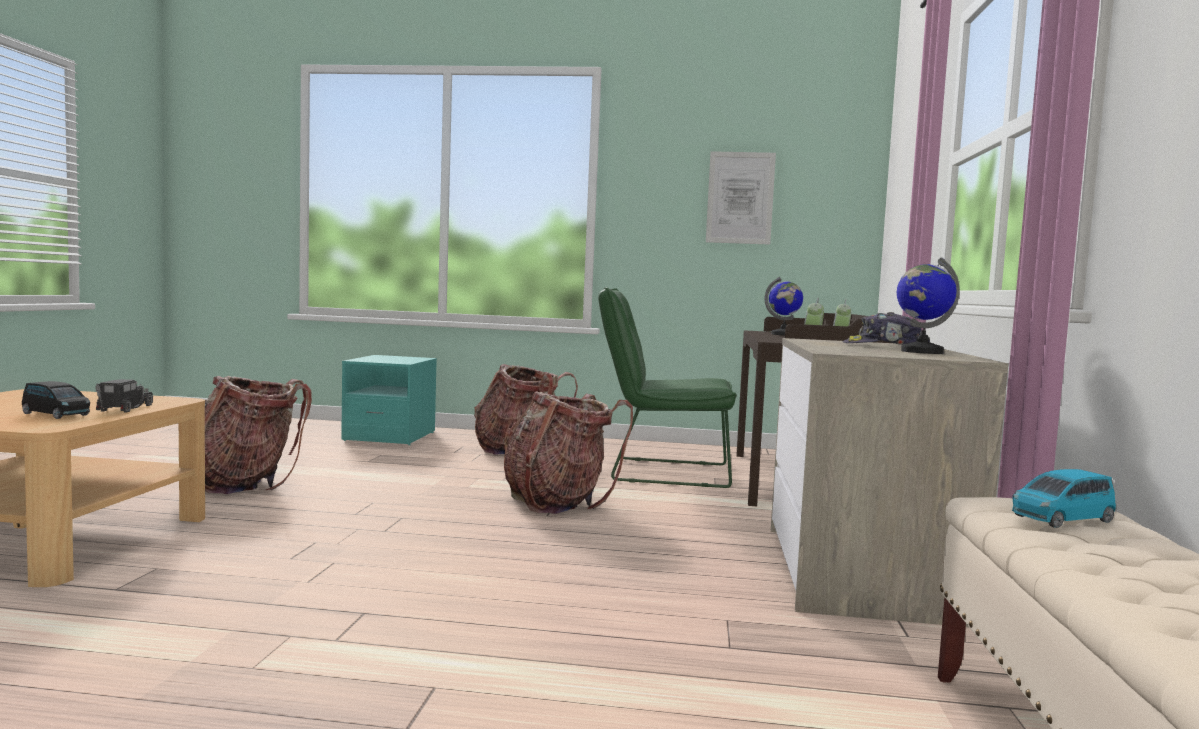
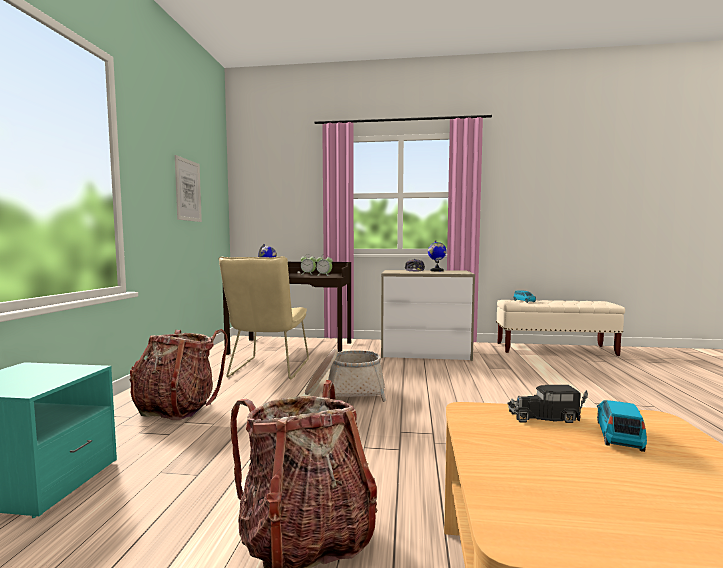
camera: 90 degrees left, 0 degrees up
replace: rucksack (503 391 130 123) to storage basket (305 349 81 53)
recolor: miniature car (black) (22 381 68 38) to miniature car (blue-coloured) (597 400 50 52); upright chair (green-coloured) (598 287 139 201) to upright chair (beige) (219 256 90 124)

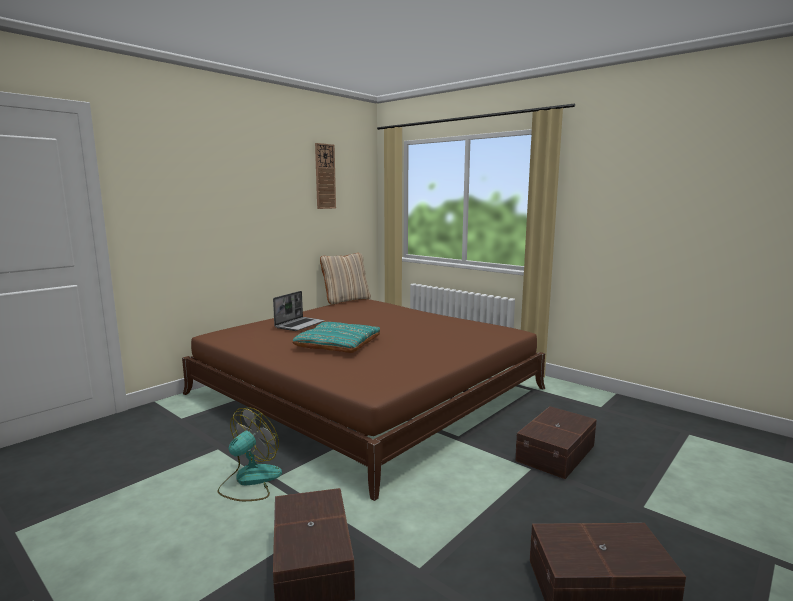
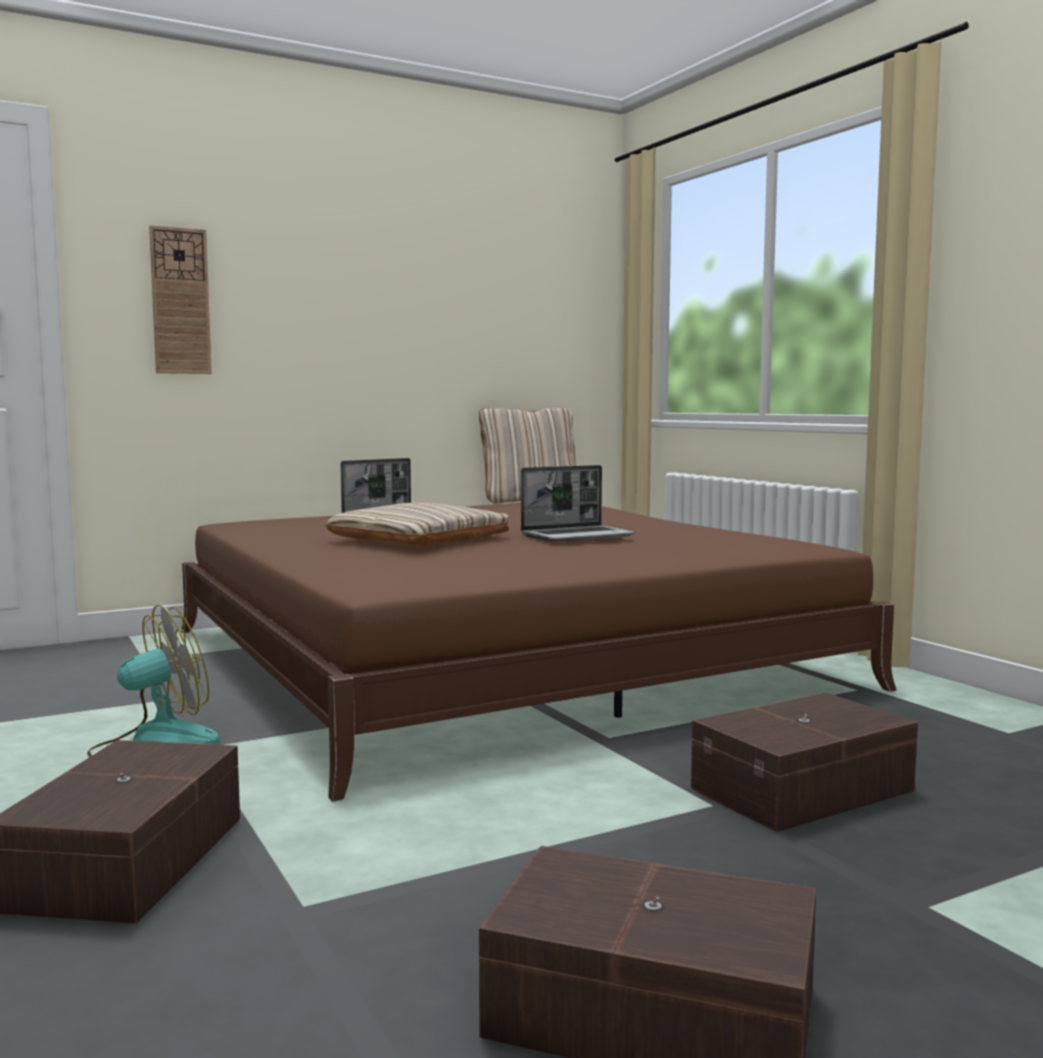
camera: 20 degrees right, 5 degrees down
insert: portable computer (521 465 114 77)
move: clock on the wall (315 143 21 66) to (149 225 63 149)
recolor: cushion (turquoise-coloured) (292 322 88 31) to cushion (beige) (325 502 184 45)

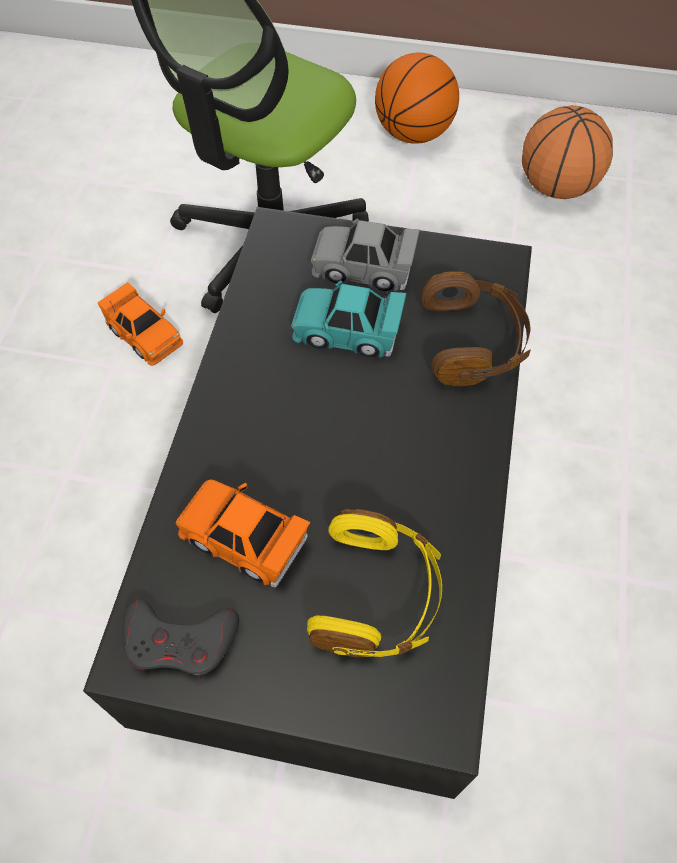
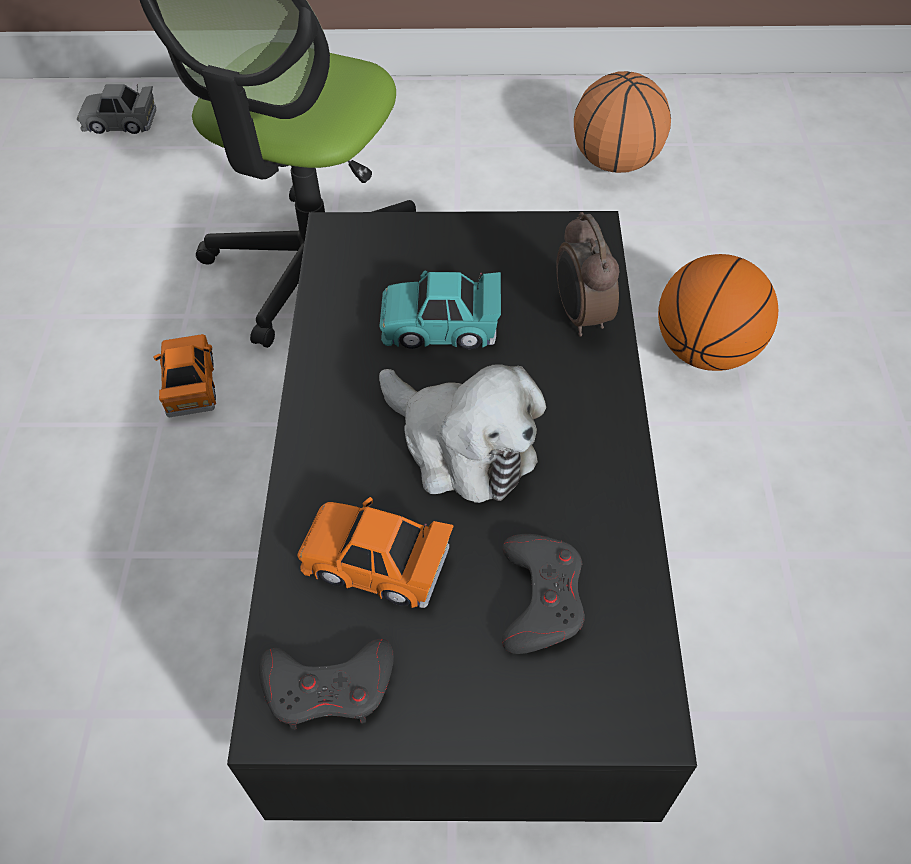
camera: 10 degrees left, 5 degrees down
insert: soft toy (379 364 167 139)
move: miniature car (greyish) (311 219 109 72) to (77 84 79 50); ball for basketball (375 53 84 91) to (658 254 120 117)
replace: headset (yellow-coloured) (307 509 135 148) to gamepad (greyish) (502 534 83 120); headset (brown-coloured) (421 272 109 114) to alarm clock (556 212 63 125)
rotate: miniature car (orange) (98 282 85 84) = (153 334 63 83) 135 degrees counterclockwise

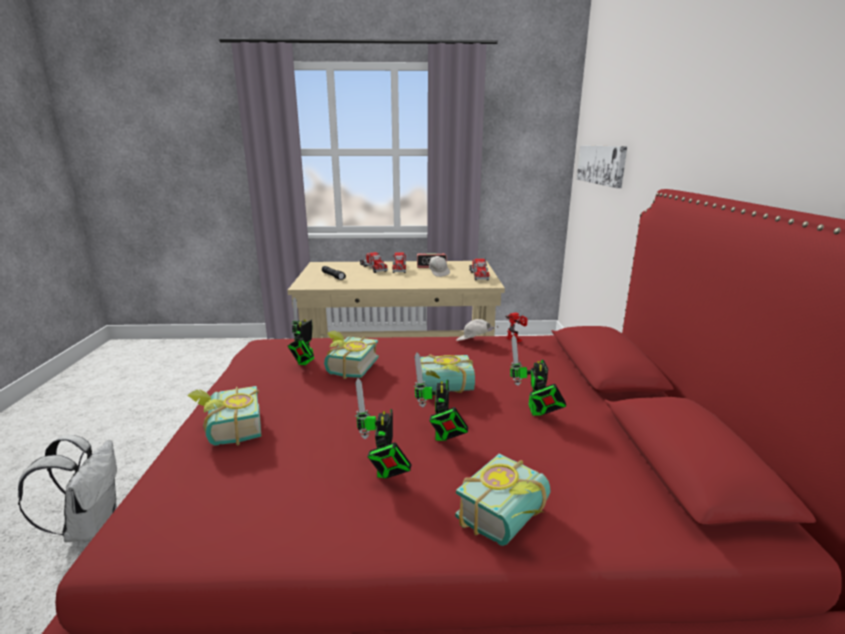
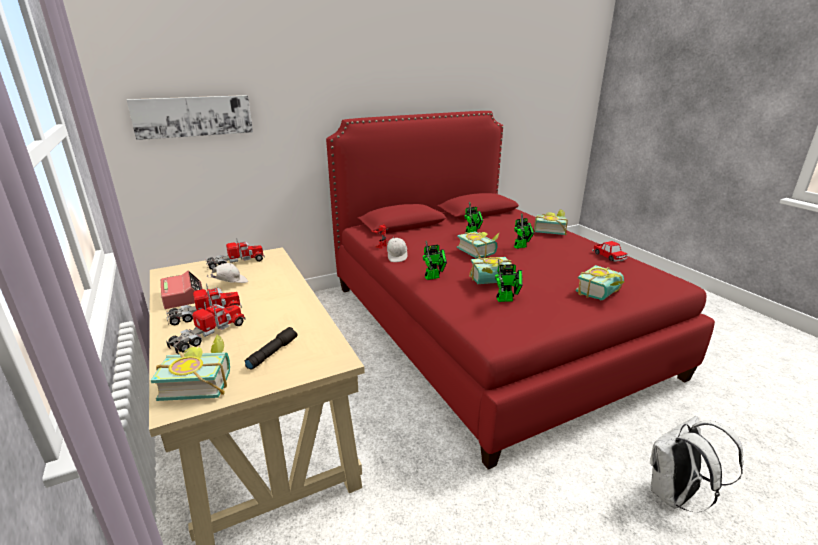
camera: 115 degrees left, 5 degrees up
insert: volume (151 335 79 66); miniature car (592 241 35 21)
move: robot figure (355 378 57 101) to (422 241 25 39)

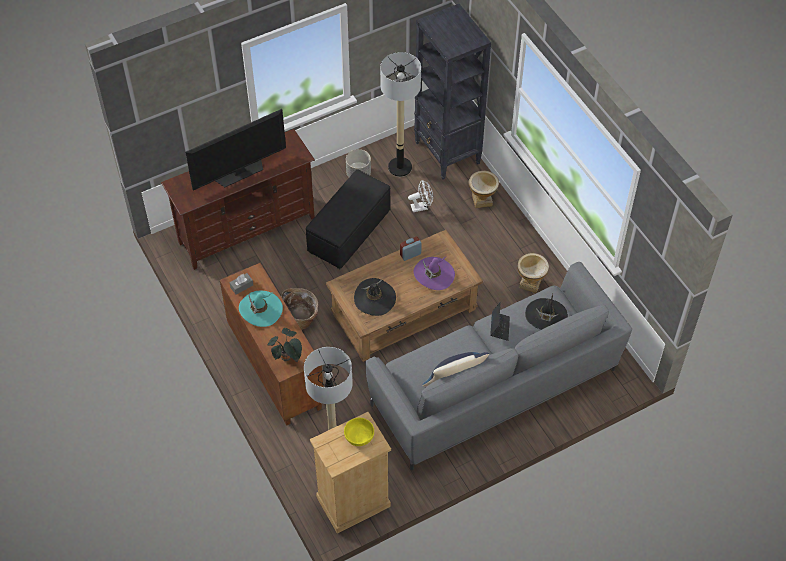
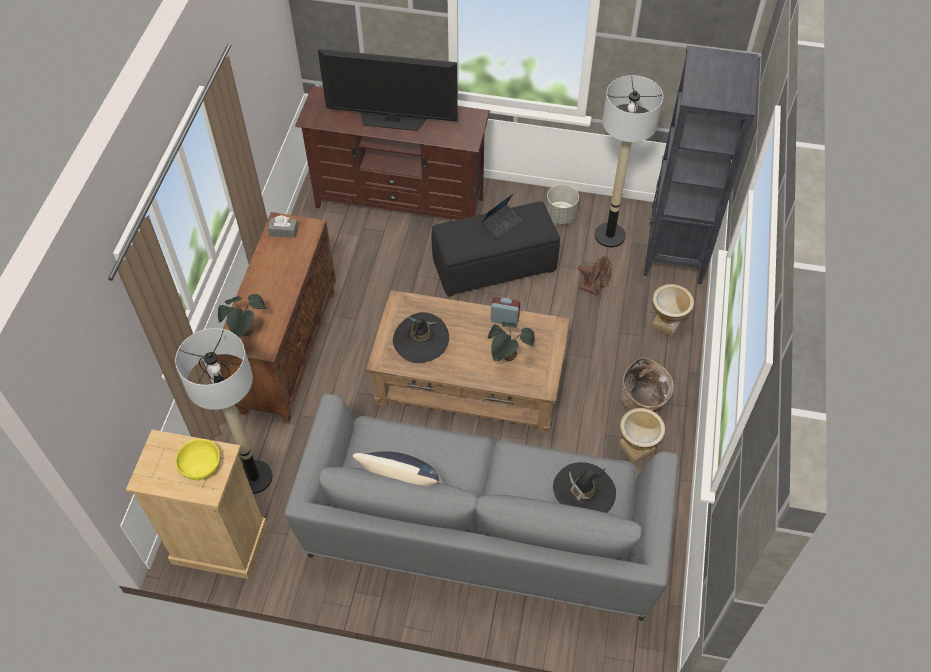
camera: 40 degrees right, 0 degrees up
delete: hat (turquoise-coloured) (239 291 44 36)
move: storage basket (281 288 37 42) to (621 357 53 55); portable computer (490 302 20 39) to (482 194 39 45)
replace: hat (purplish) (413 256 42 34) to plant in a pot (488 322 47 40)
recolor: electric fan (whitish) (408 180 25 32) to electric fan (brown-coloured) (578 255 34 41)

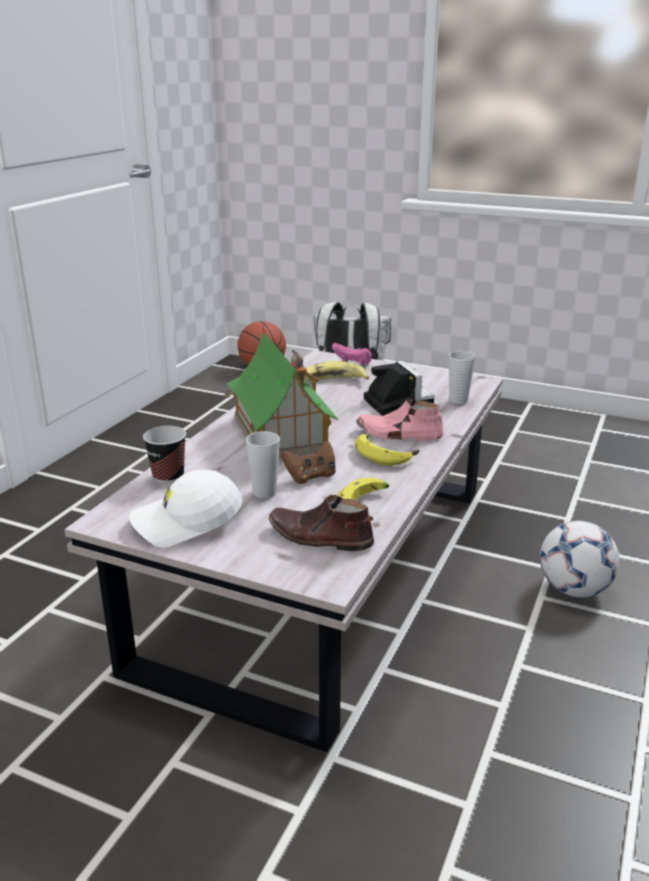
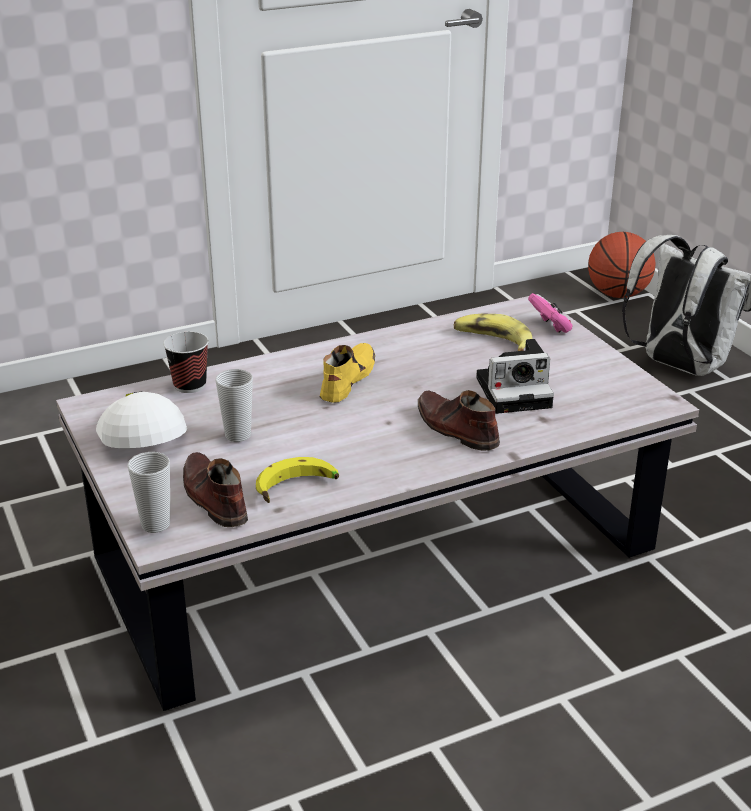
camera: 40 degrees right, 5 degrees up
delete: gamepad (brown-coloured) (281 440 55 44); banana fruit (354 434 65 32); football (540 521 80 76)
move: drinking cup (449 351 27 53) to (127 452 43 81)
replace: model house (220 325 118 134) to item of footwear (yellow-coloured) (320 343 55 60)
recolor: item of footwear (pink-coloured) (356 399 88 42) to item of footwear (brown-coloured) (418 390 82 61)
rotate: baseball cap (whitish) (129 470 113 78) = (96 392 91 56) 45 degrees clockwise; photo camera (364 361 71 55) = (476 339 78 75) 60 degrees clockwise

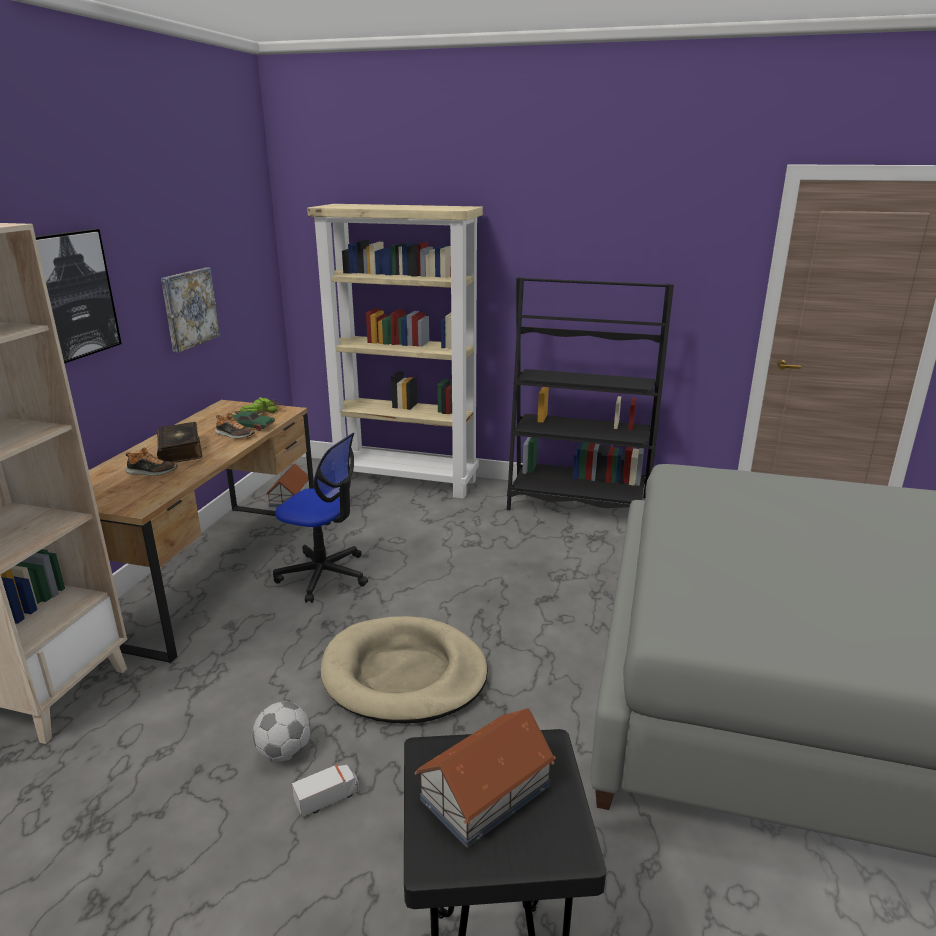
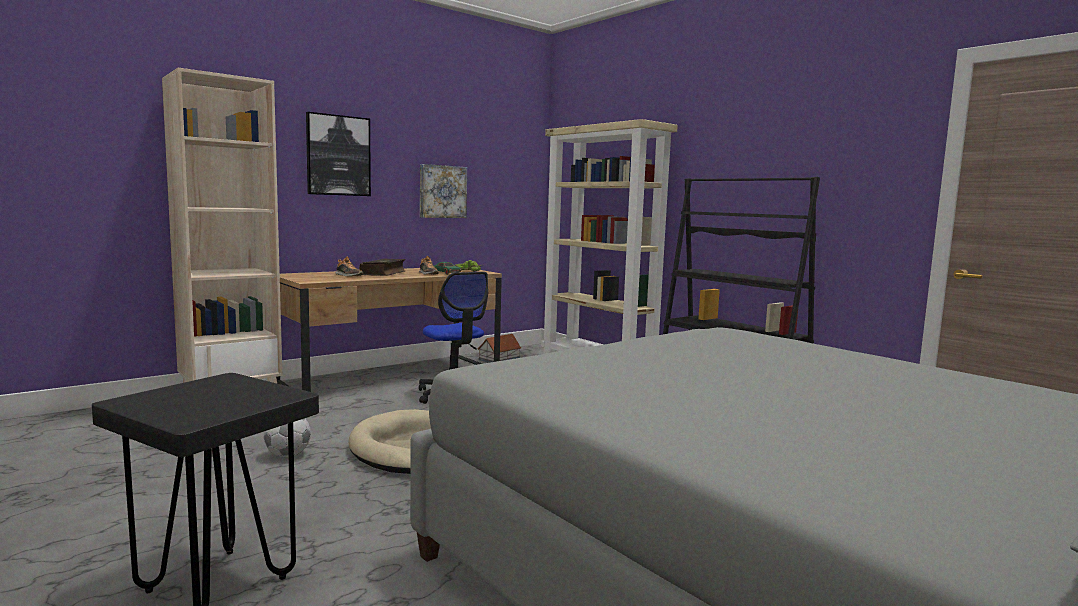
camera: 35 degrees right, 15 degrees down
delete: model truck (292 764 68 53); model house (414 708 142 140)

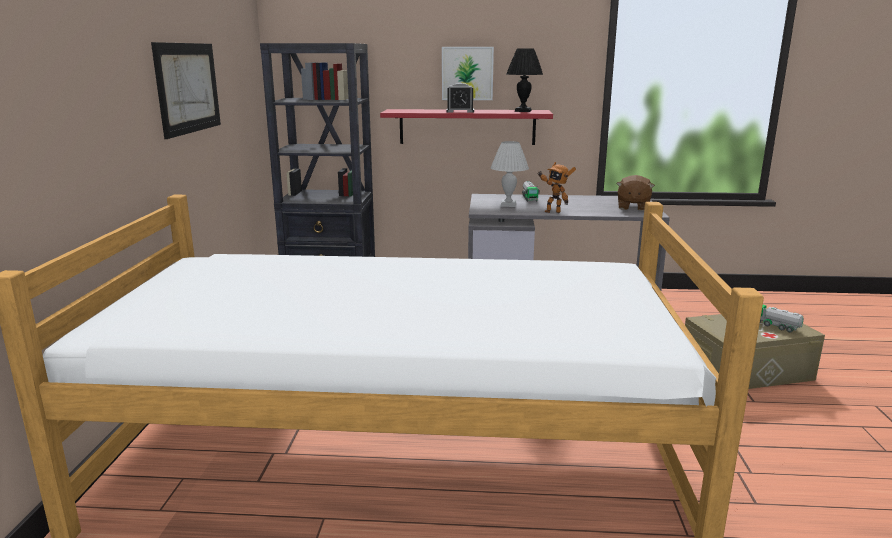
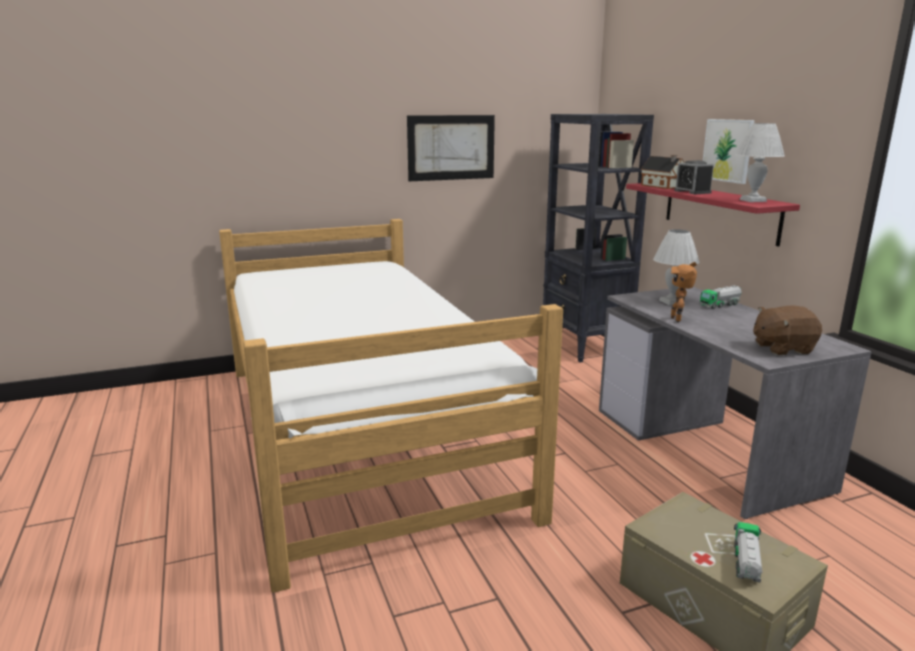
camera: 65 degrees right, 0 degrees up
insert: model house (640 155 44 34)
recolor: tabletop lamp (black) (506 49 37 63) to tabletop lamp (whitish) (735 123 50 79)

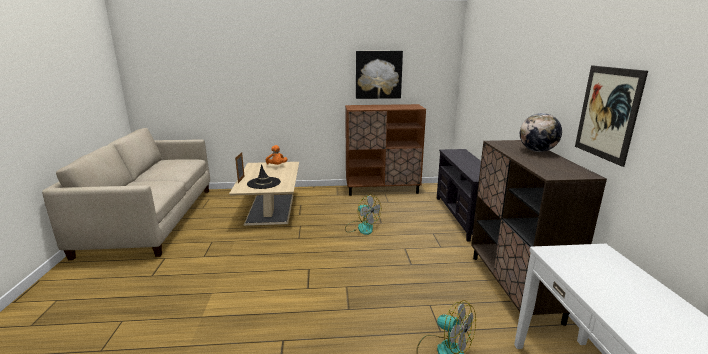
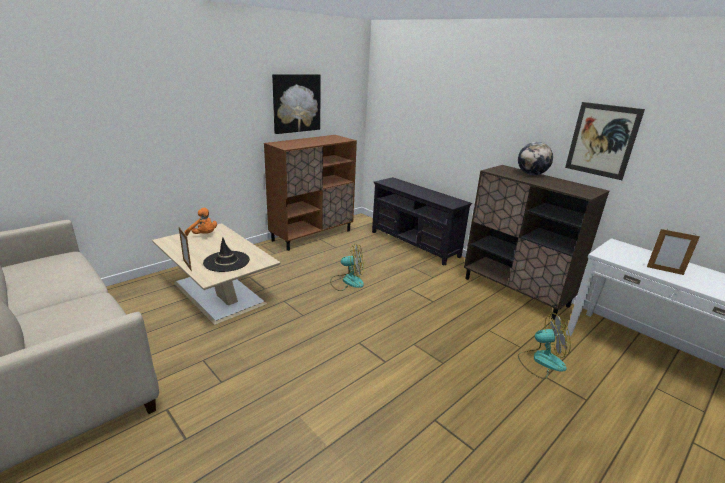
camera: 40 degrees left, 5 degrees up
insert: standing frame (647 229 53 46)

